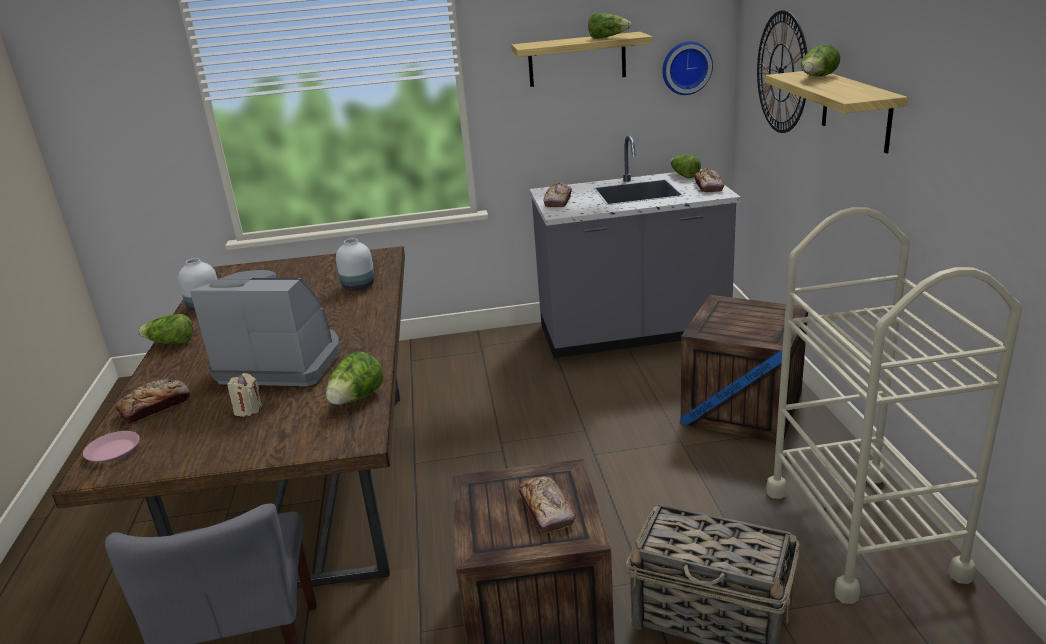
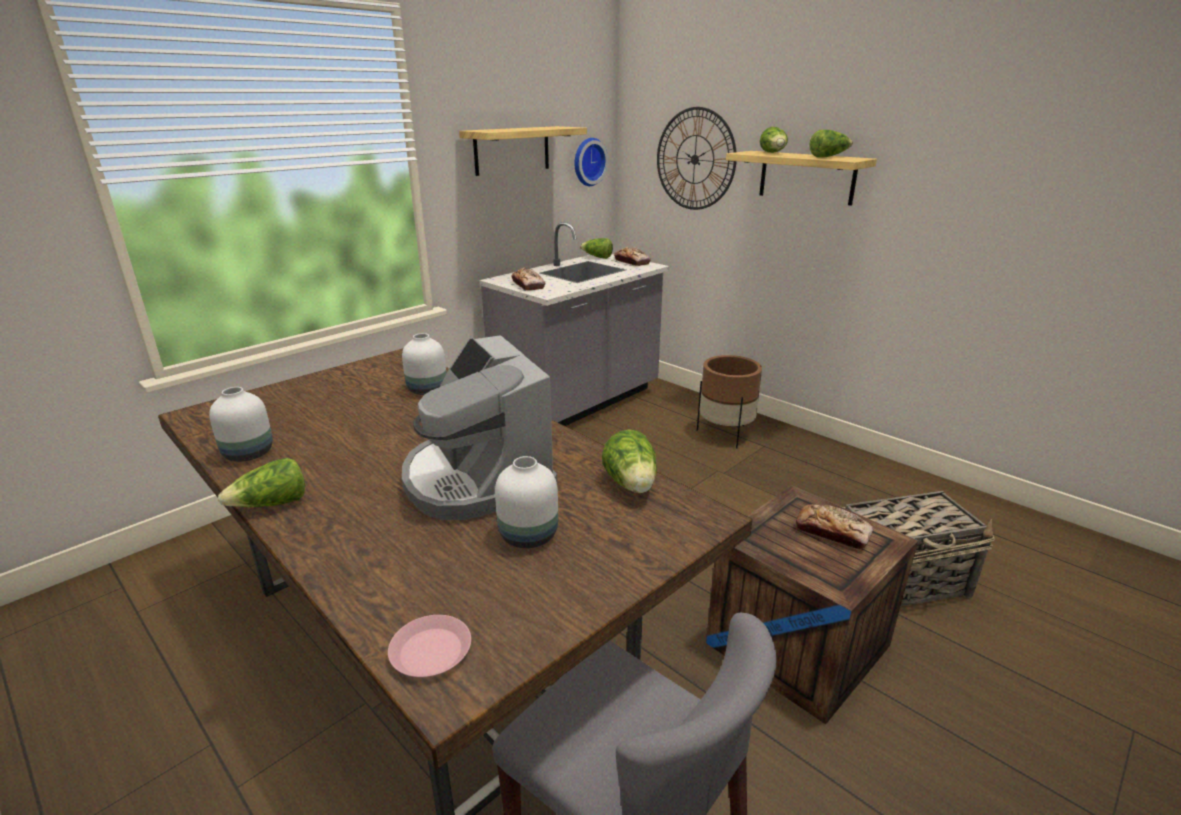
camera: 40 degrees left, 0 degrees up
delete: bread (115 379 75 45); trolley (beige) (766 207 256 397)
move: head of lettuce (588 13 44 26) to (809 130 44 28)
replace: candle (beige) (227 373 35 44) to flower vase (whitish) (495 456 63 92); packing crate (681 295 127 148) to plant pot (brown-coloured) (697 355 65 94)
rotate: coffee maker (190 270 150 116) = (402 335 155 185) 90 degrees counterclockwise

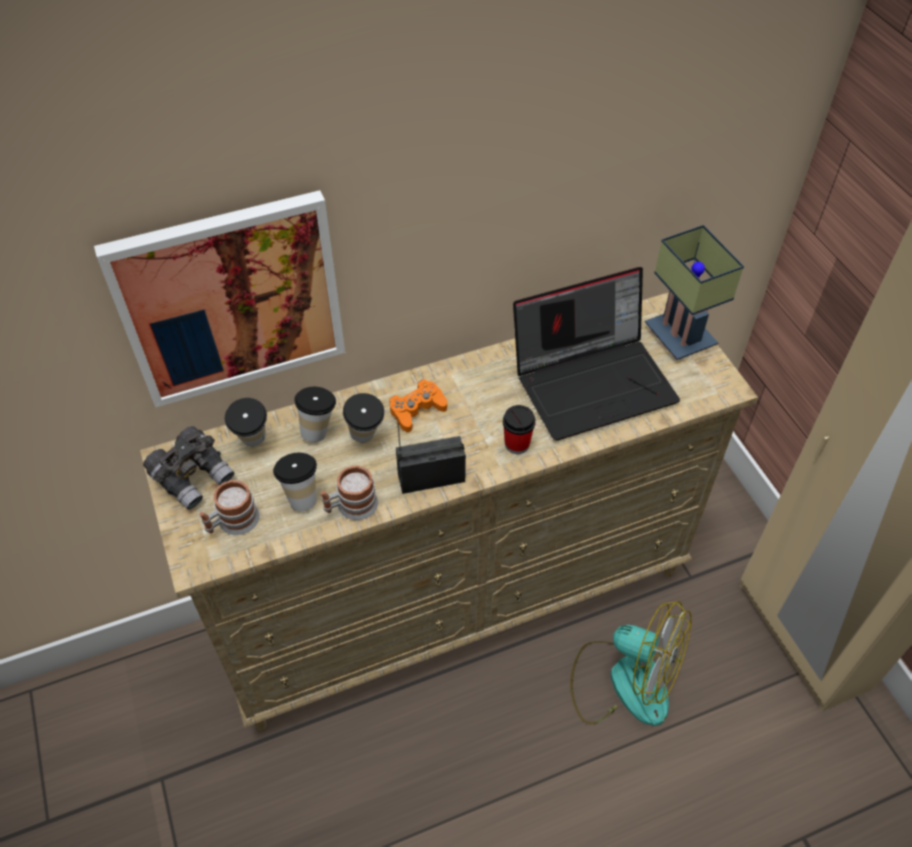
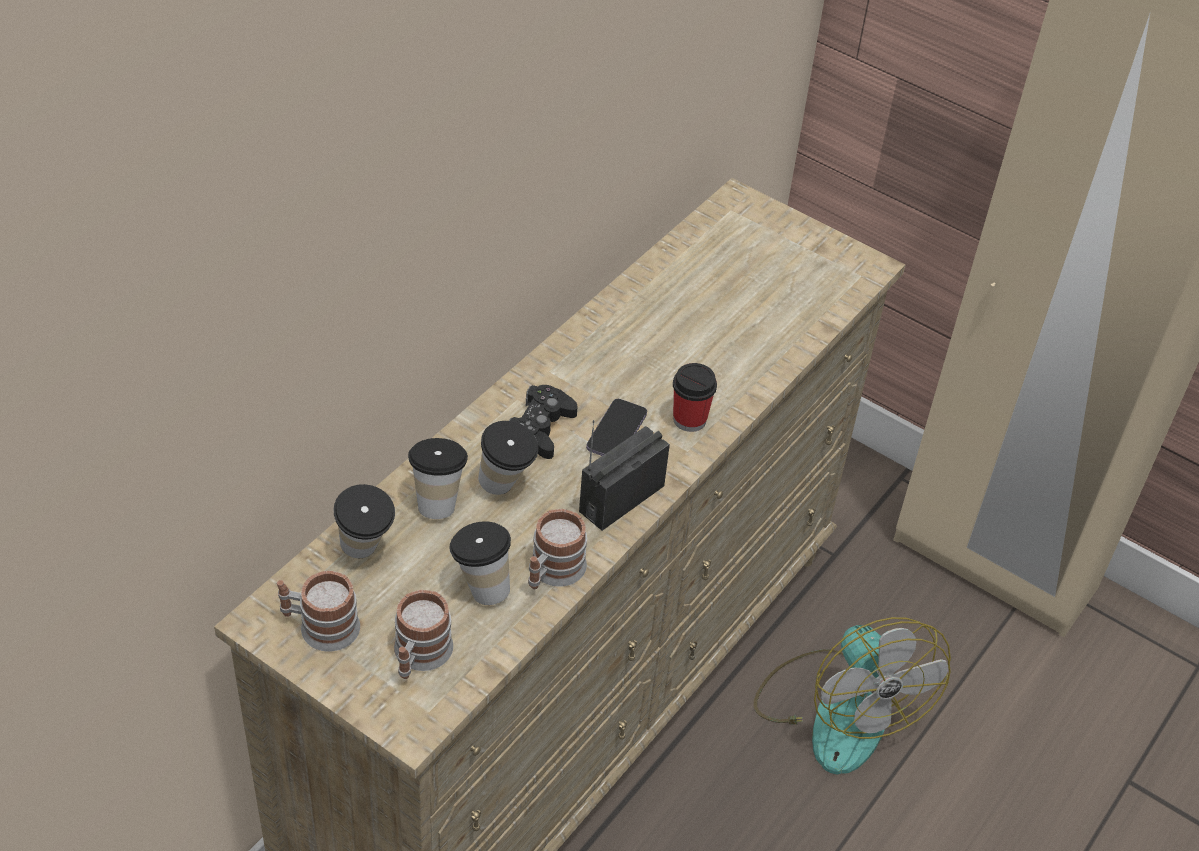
camera: 35 degrees left, 5 degrees down
delete: picture (94 190 251 218); portable computer (513 267 167 174); tabletop lamp (645 225 99 135)
insert: telephone (586 399 61 57)
replace: pair of binoculars (greyish) (143 426 91 84) to mug (277 571 83 81)
recolor: gamepad (orange) (389 379 58 53) to gamepad (black) (509 385 69 74)
rotate: electric fan (570 601 122 125) = (754 617 197 158) 75 degrees clockwise

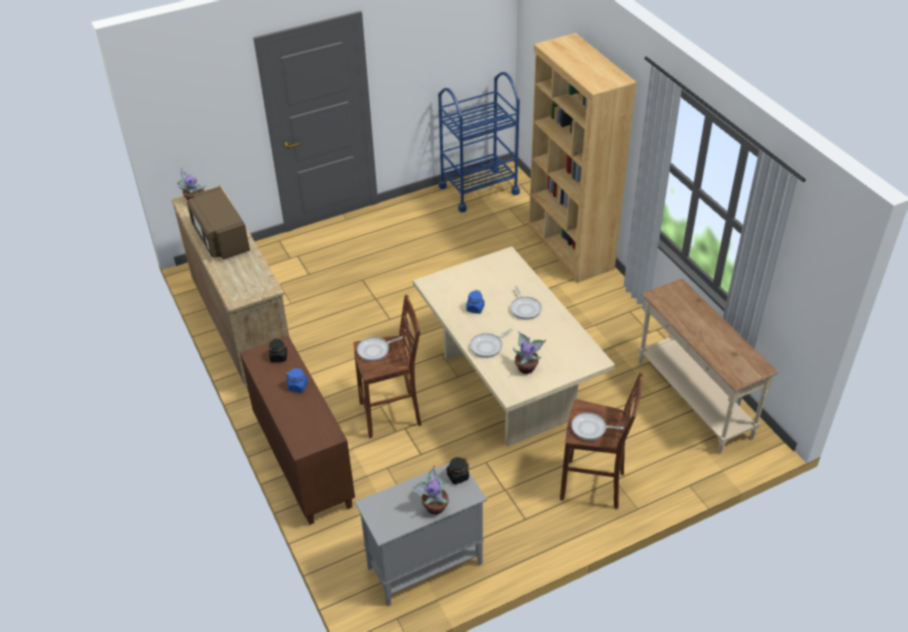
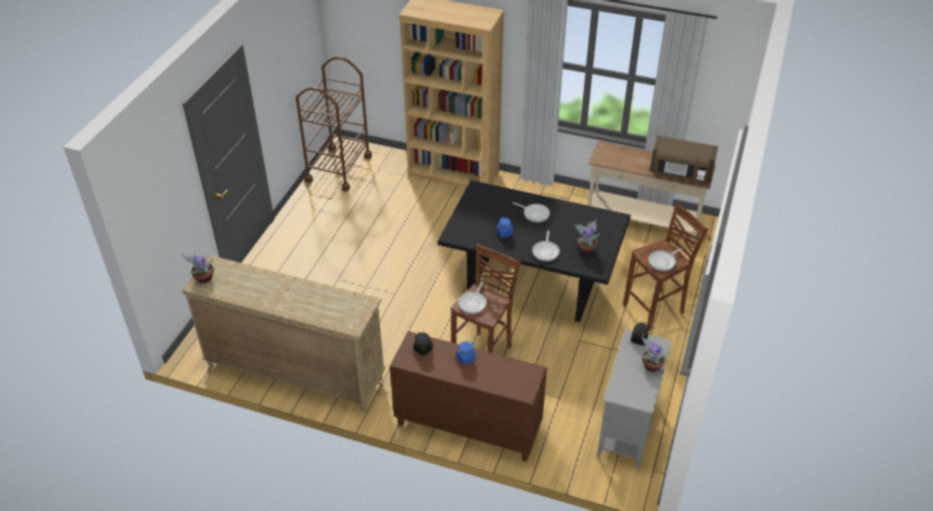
camera: 45 degrees left, 0 degrees up
move: kitchen microwave (brown-coloured) (187 186 63 74) to (650 136 68 48)
recolor: dinner table (beige) (413 246 202 201) to dinner table (black) (438 180 193 142); trolley (blue-coloured) (438 72 82 141) to trolley (brown-coloured) (296 56 76 135)

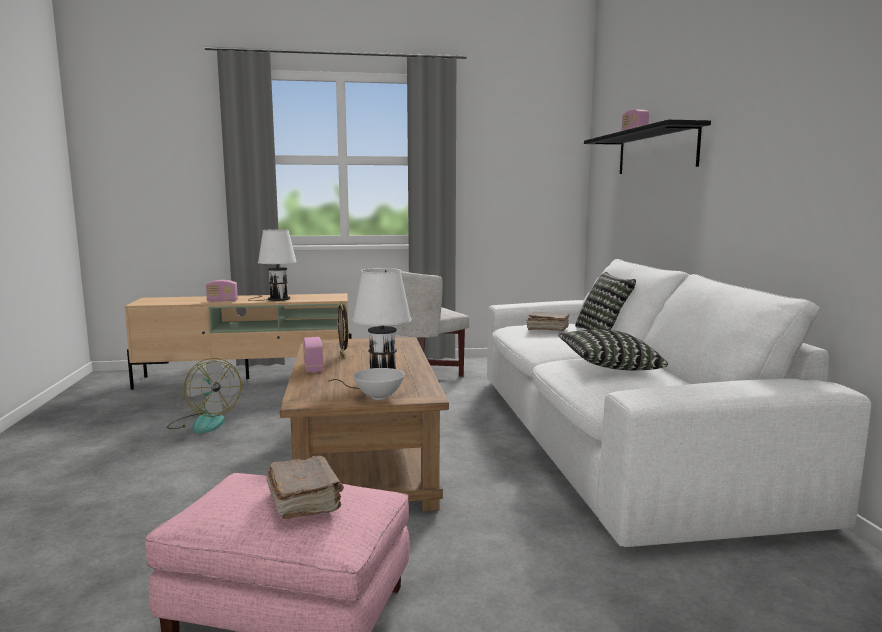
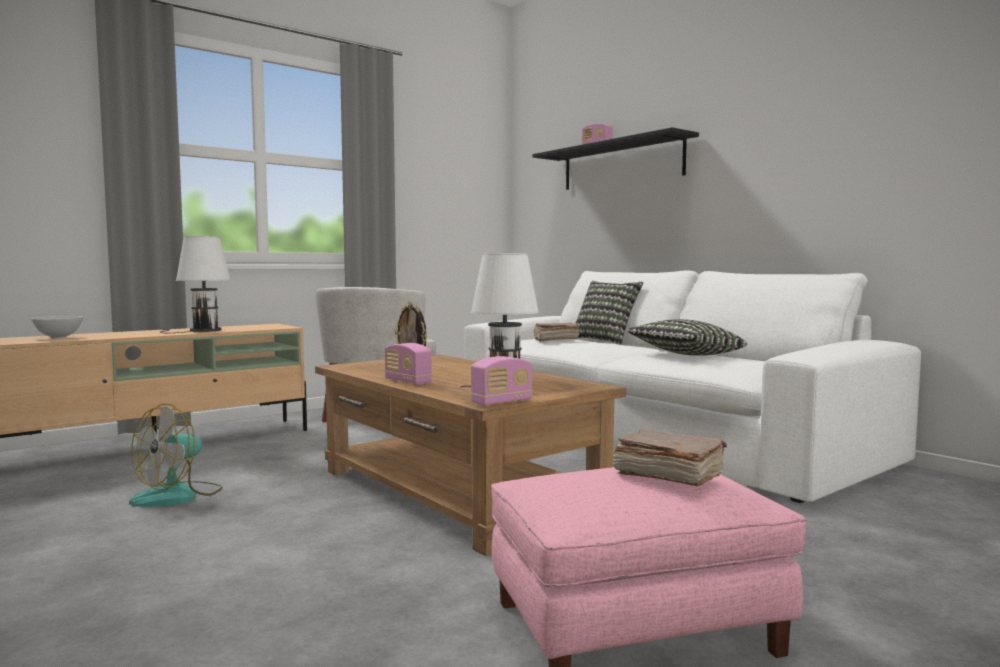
camera: 30 degrees left, 5 degrees down
move: radio receiver (206 280 32 22) to (470 356 62 50); deep dish (whitish) (353 368 51 32) to (31 316 52 23)
rotate: electric fan (167 358 74 75) = (129 403 94 104) 105 degrees clockwise

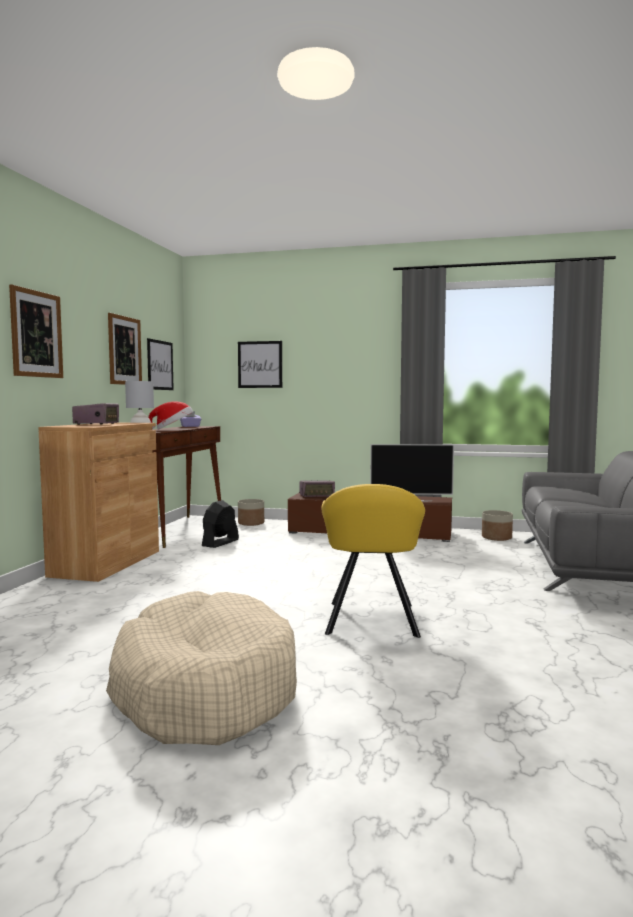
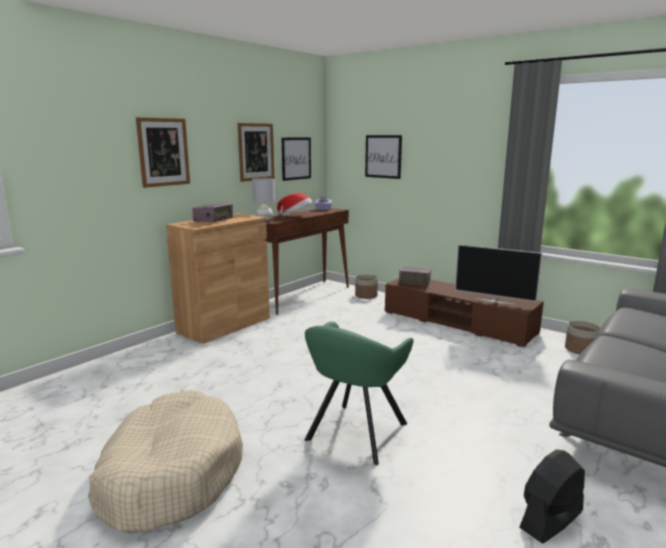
camera: 25 degrees right, 10 degrees up
move: electric fan (black) (202 500 37 48) to (519 450 66 94)
recolor: armchair (yellow-coloured) (321 484 104 154) to armchair (green-coloured) (305 321 108 144)

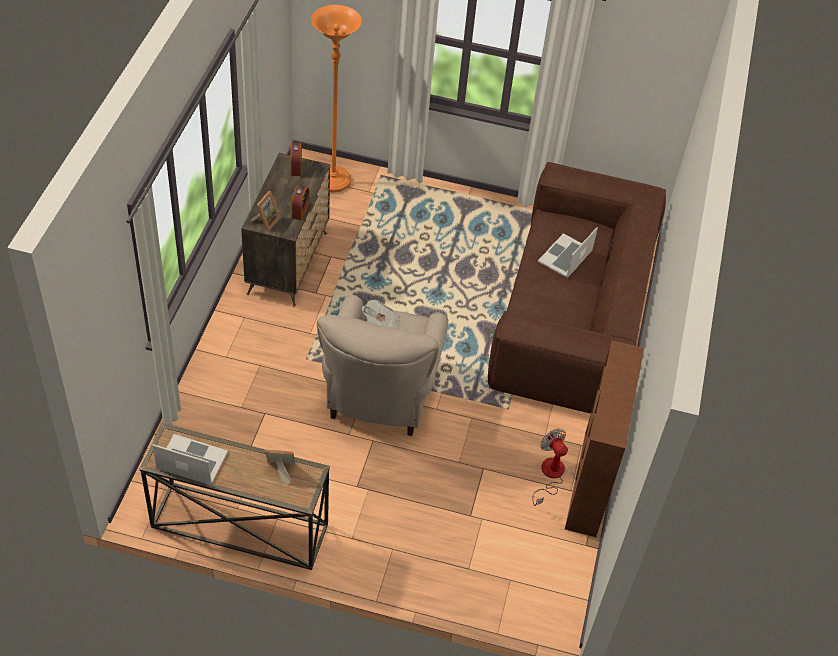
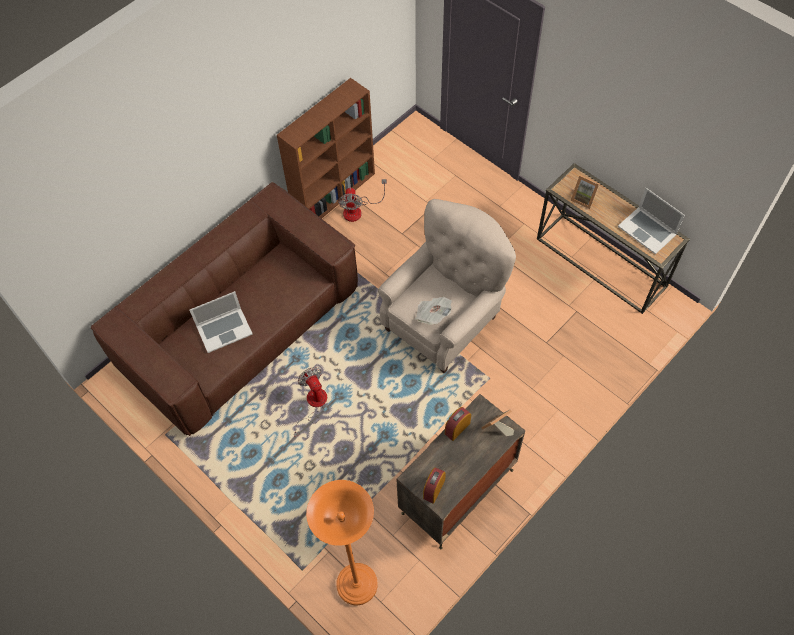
camera: 145 degrees left, 10 degrees up
insert: electric fan (294 367 33 70)

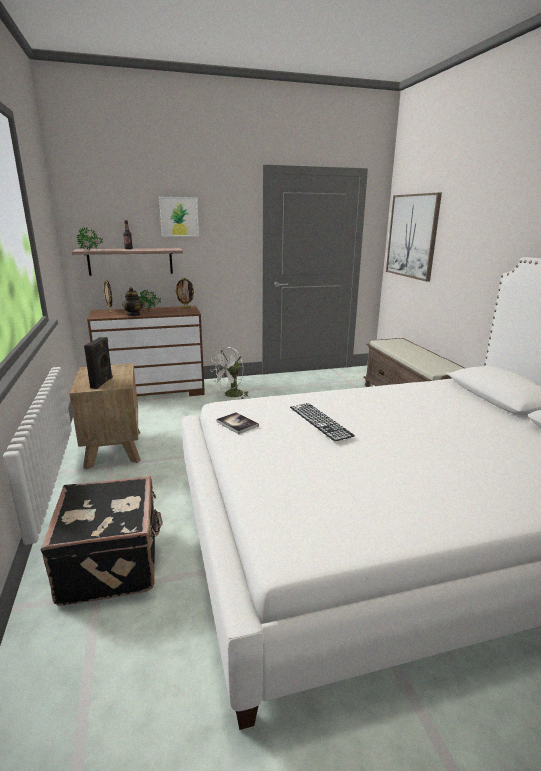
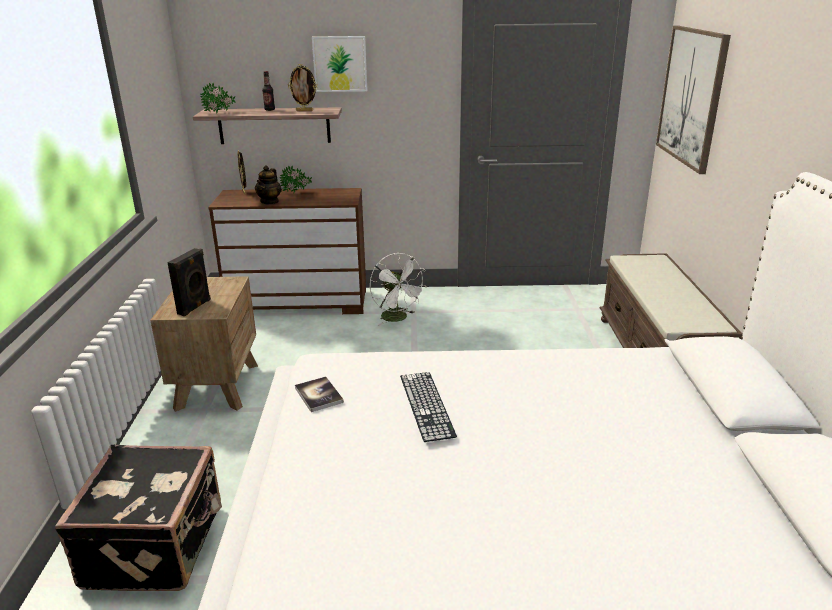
camera: 15 degrees right, 5 degrees up
move: standing frame (175 277 20 31) to (288 64 29 47)
rotate: electric fan (whitish) (211 347 38 52) = (370 253 57 73) 90 degrees counterclockwise

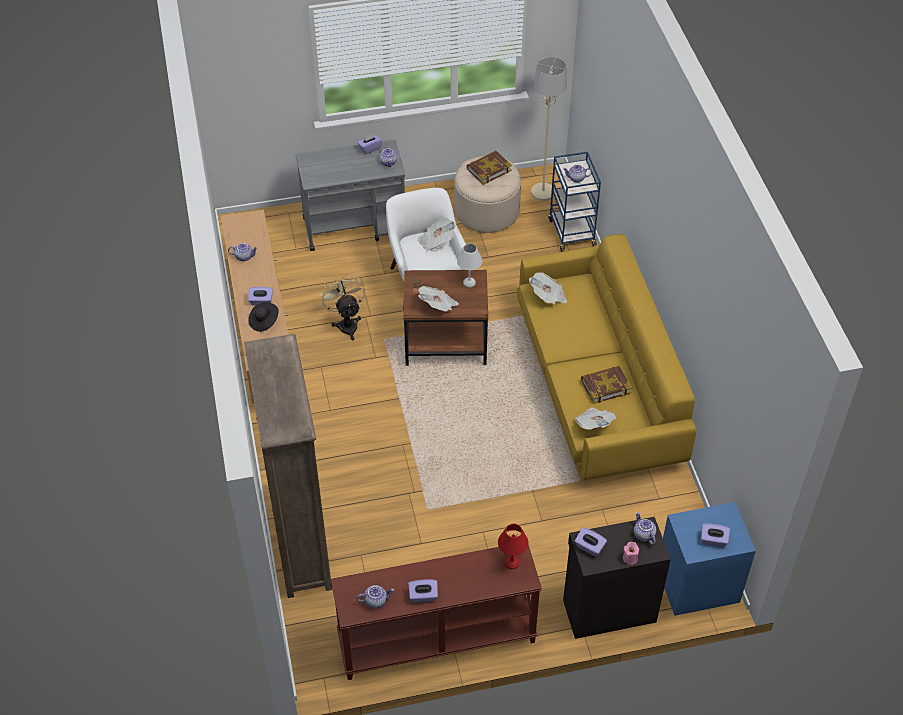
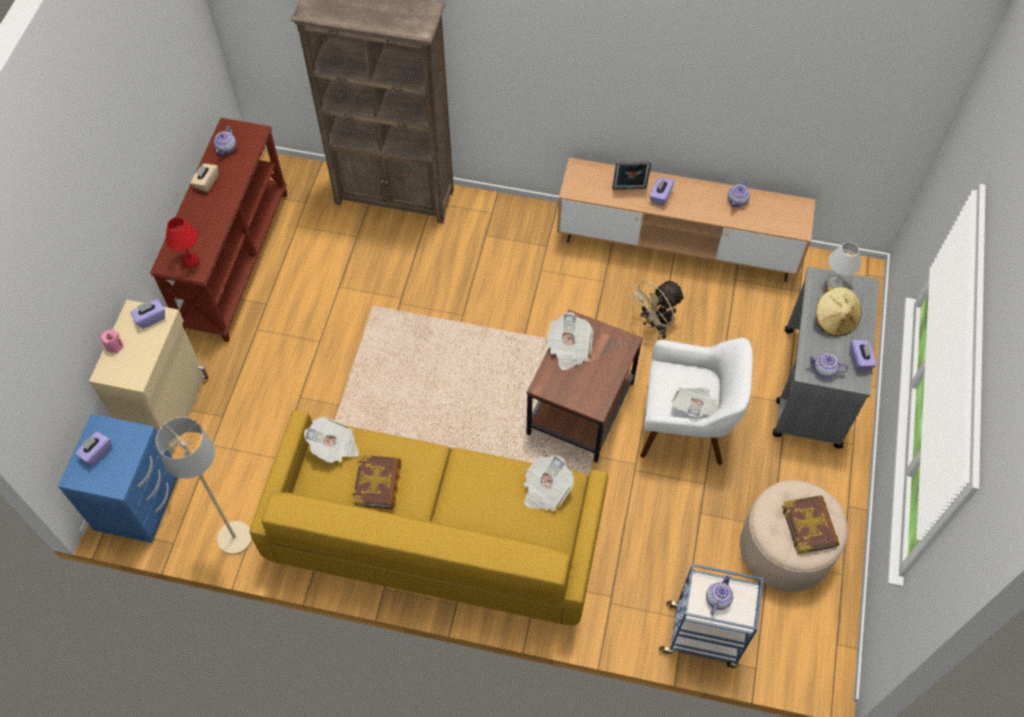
camera: 115 degrees right, 10 degrees up
delete: tea pot (634 512 22 33)
insert: hat (beige) (816 286 46 50)
move: tabletop lamp (whitish) (457 244 26 43) to (827 242 34 46); floor lamp (beige) (531 57 36 144) to (156 417 96 138)
replace: hat (black) (248 303 30 29) to standing frame (612 160 39 30)
recolor: box of tissues (purplish) (408 579 30 23) to box of tissues (beige) (191 163 27 29); cabinet (black) (563 517 108 122) to cabinet (beige) (89 300 120 152)
rotate: electric fan (beige) (320 274 45 66) = (629 281 56 58) 135 degrees clockwise

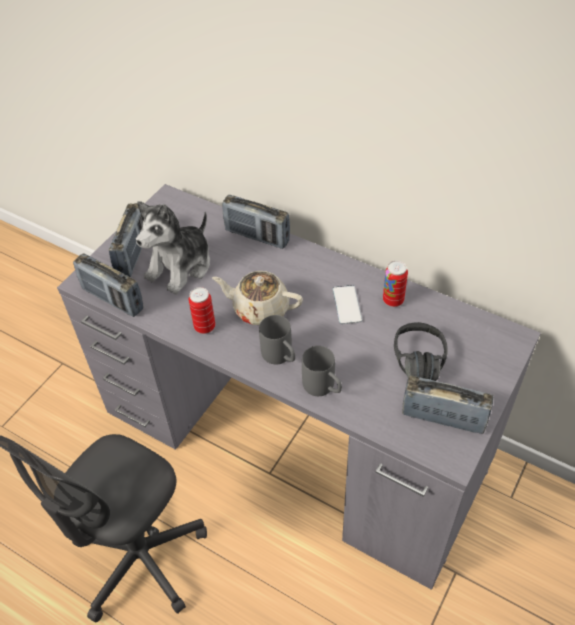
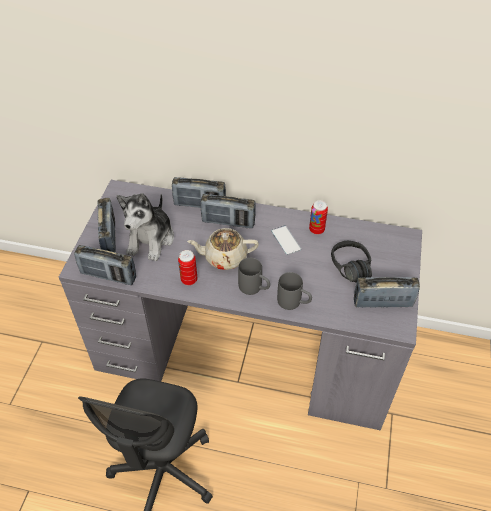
camera: 20 degrees left, 0 degrees up
insert: radio receiver (201 194 55 34)

